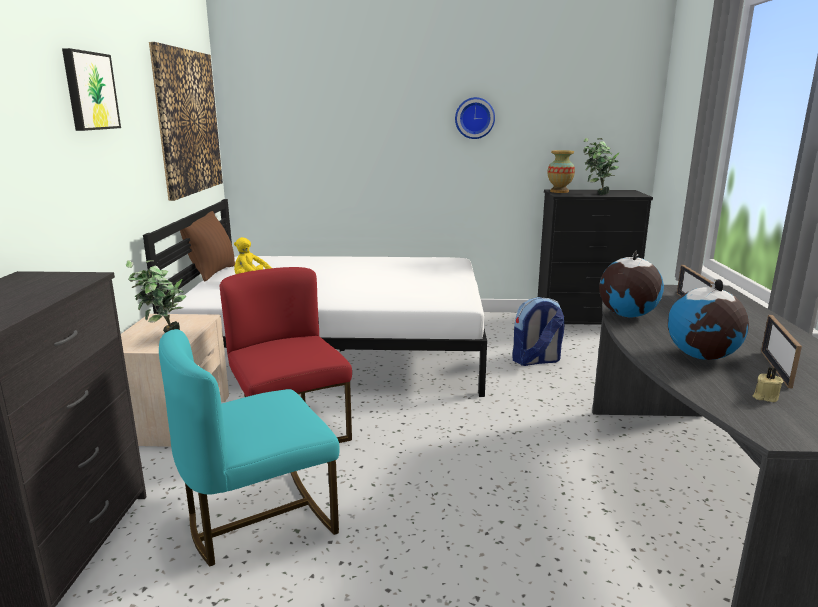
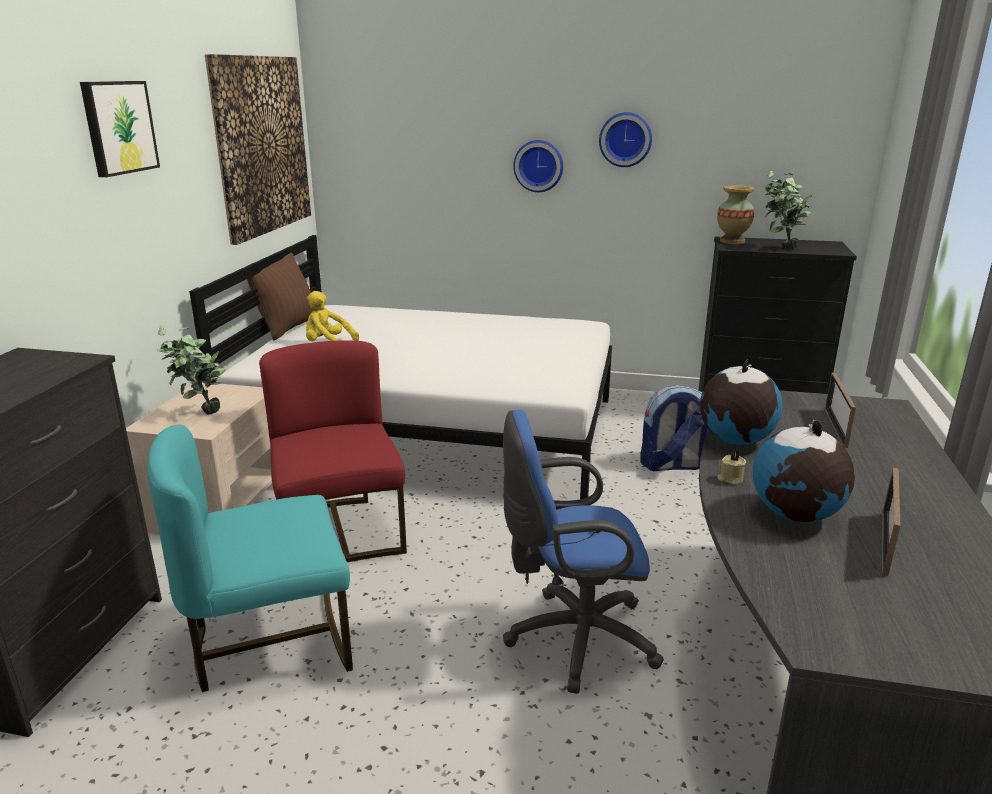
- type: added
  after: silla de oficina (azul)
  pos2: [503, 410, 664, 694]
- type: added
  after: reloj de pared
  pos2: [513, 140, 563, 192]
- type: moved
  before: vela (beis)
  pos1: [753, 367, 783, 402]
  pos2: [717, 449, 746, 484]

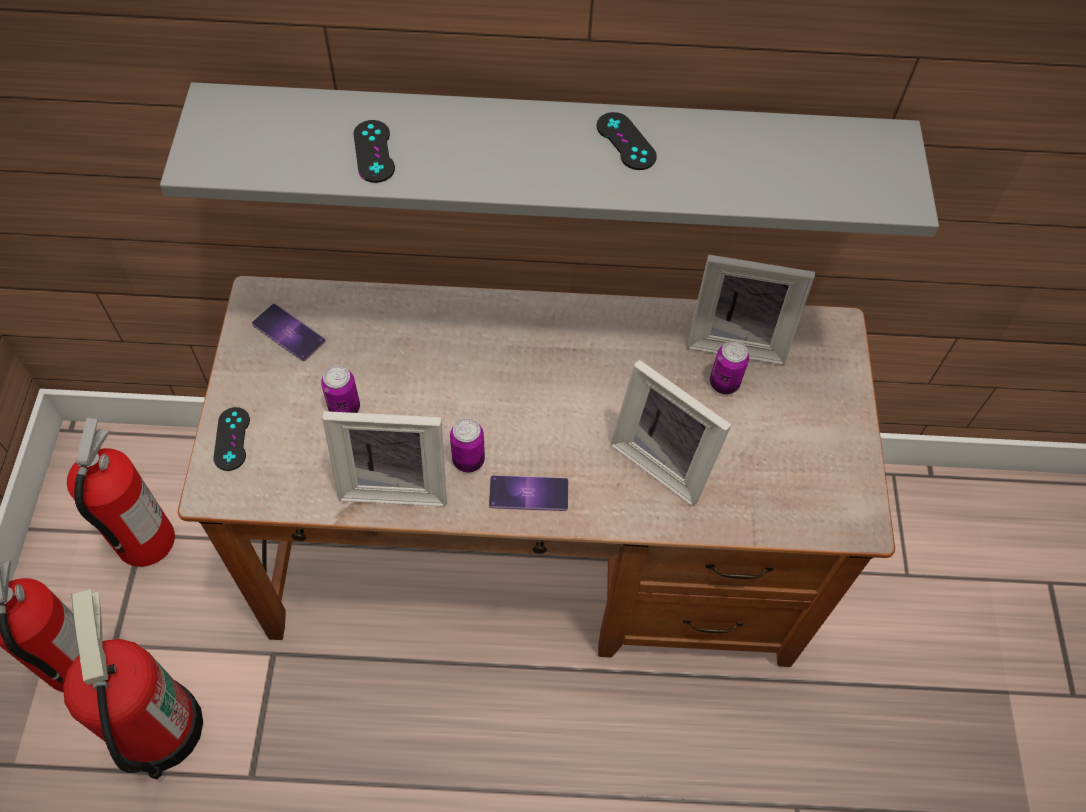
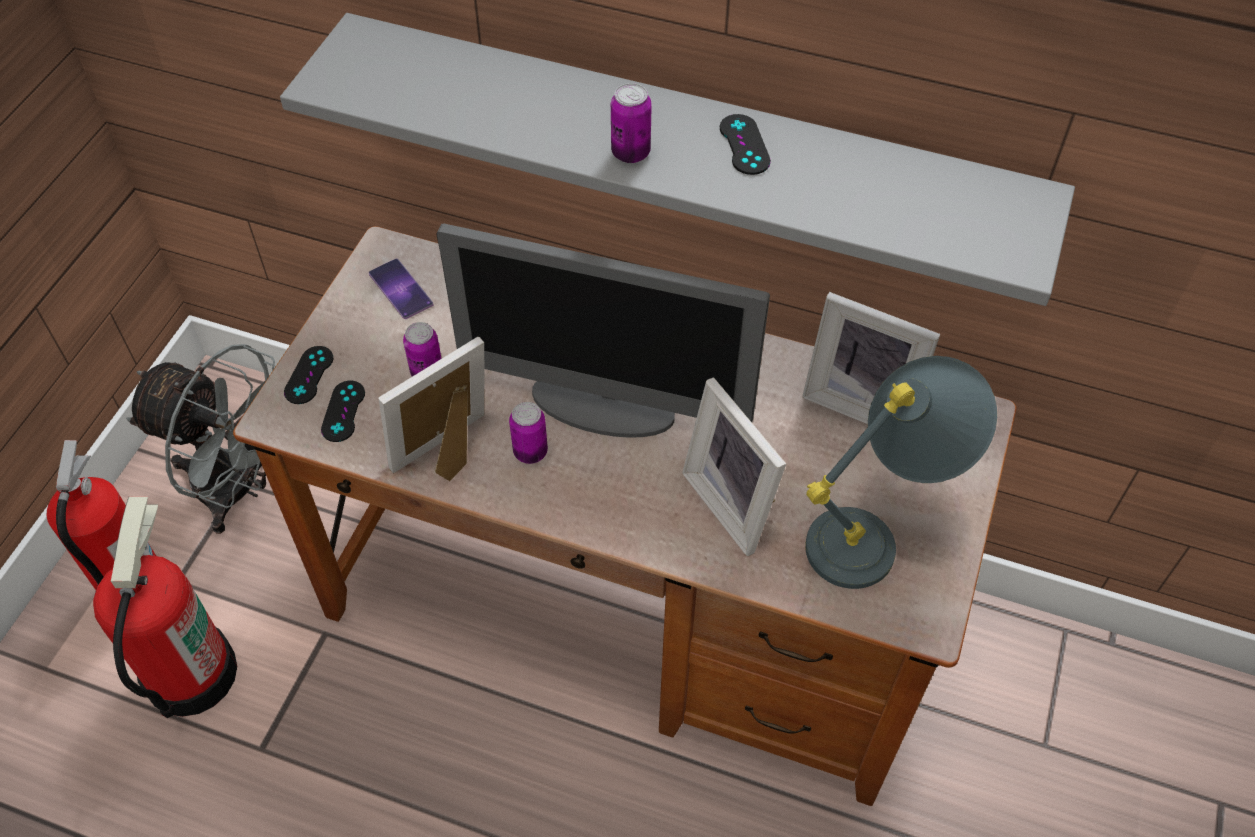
- type: replaced
  before: extintor
  after: ventilador (gris)
  pos1: [67, 418, 175, 567]
  pos2: [126, 344, 276, 534]
- type: moved
  before: mando de consola (negro)
  pos1: [353, 120, 395, 183]
  pos2: [321, 381, 365, 442]
- type: turned
  before: portarretratos
  pos1: [322, 411, 447, 507]
  pos2: [378, 337, 485, 481]
  turn: 120
- type: added
  after: monitor
  pos2: [437, 224, 770, 438]
- type: moved
  before: lata
  pos1: [710, 340, 749, 394]
  pos2: [611, 83, 652, 163]
- type: added
  after: lámpara de mesa (gris)
  pos2: [805, 356, 997, 589]
- type: removed
  before: móvil
  pos1: [489, 475, 568, 511]

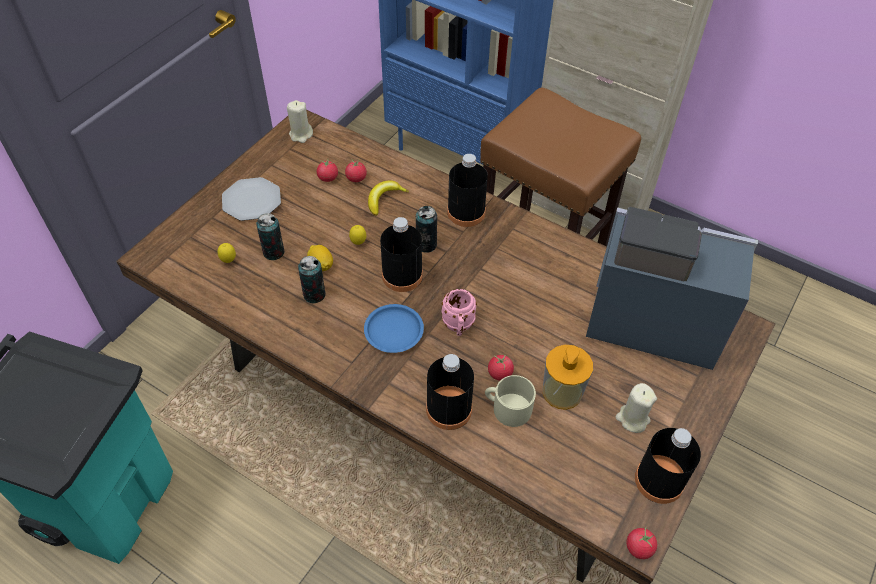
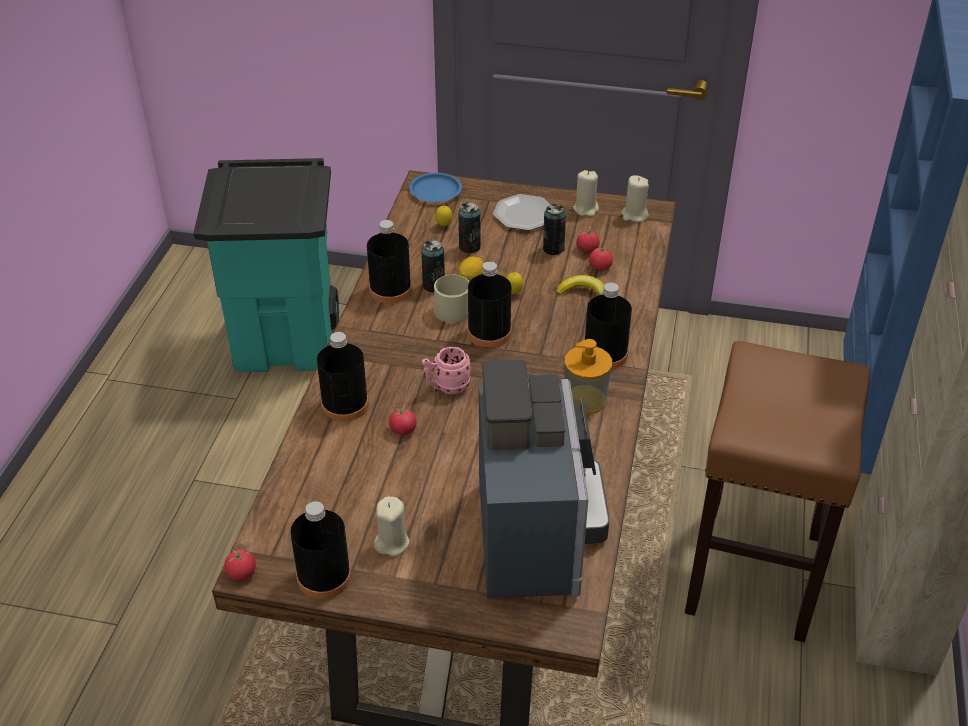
- type: added
  after: botella (negro)
  pos2: [367, 220, 412, 304]
- type: moved
  before: plato (azul)
  pos1: [364, 304, 424, 353]
  pos2: [409, 173, 462, 202]
- type: moved
  before: taza grande (beis)
  pos1: [485, 375, 536, 427]
  pos2: [434, 275, 469, 322]
- type: moved
  before: lata
  pos1: [416, 206, 437, 253]
  pos2: [543, 204, 566, 255]
- type: moved
  before: dispensador de jabón
  pos1: [543, 345, 593, 410]
  pos2: [564, 339, 612, 415]
- type: added
  after: vela (beis)
  pos2: [573, 170, 599, 217]

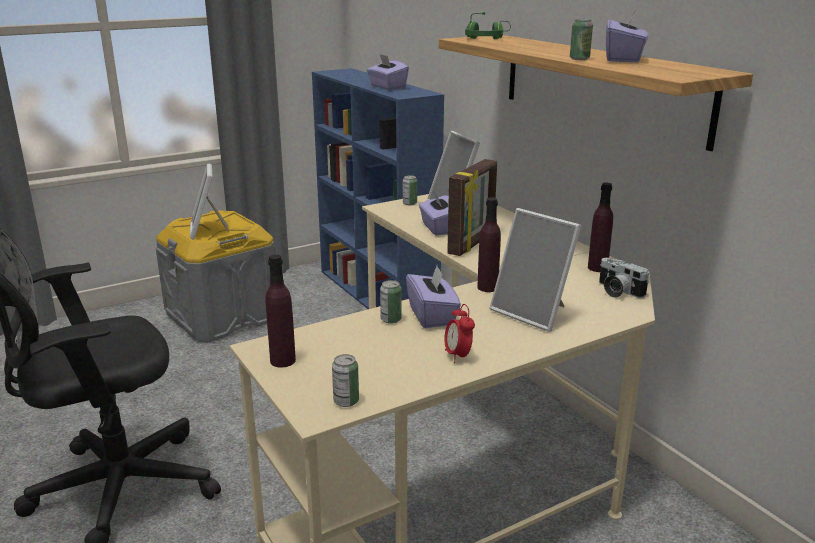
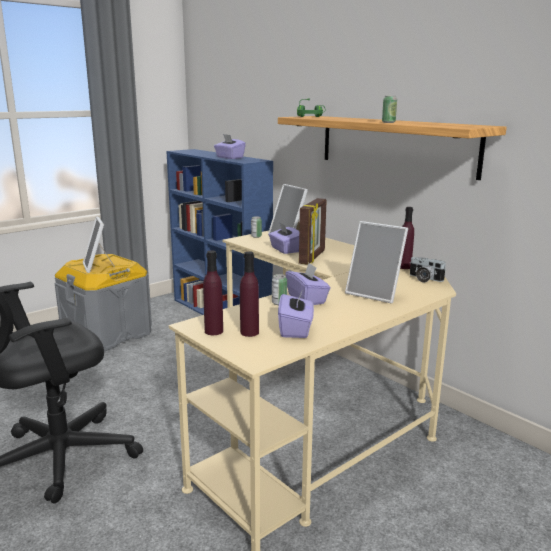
- type: moved
  before: botella (morado)
  pos1: [478, 197, 501, 292]
  pos2: [240, 251, 259, 337]
- type: moved
  before: caja de pañuelos (morado)
  pos1: [606, 8, 648, 62]
  pos2: [278, 289, 314, 338]
- type: removed
  before: lata
  pos1: [332, 354, 359, 407]
- type: removed
  before: despertador
  pos1: [444, 304, 475, 363]

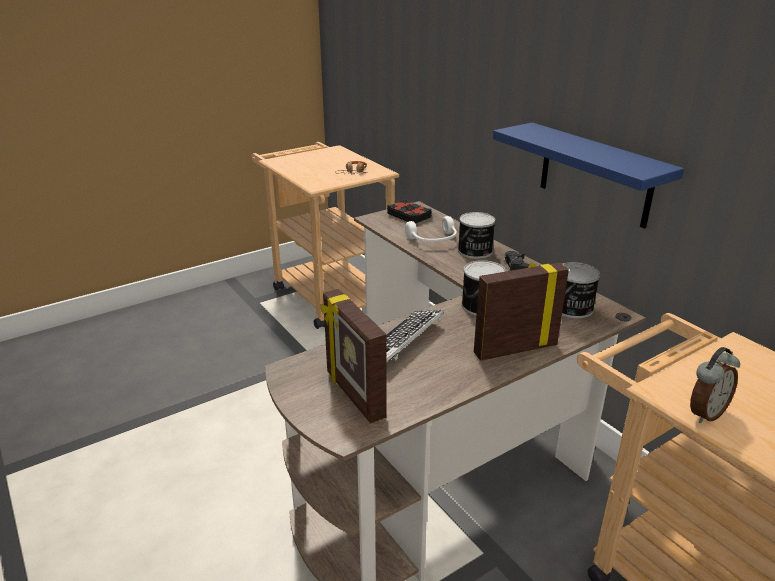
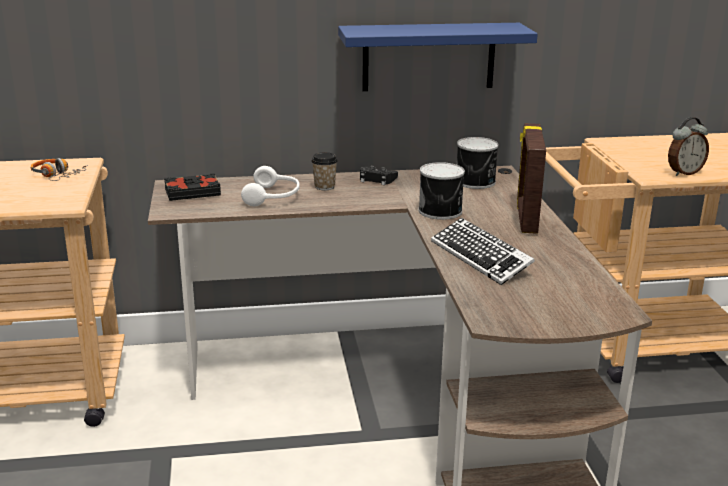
- type: replaced
  before: lata
  after: taza
  pos1: [458, 212, 495, 259]
  pos2: [311, 152, 338, 190]
- type: turned
  before: despertador
  pos1: [690, 347, 740, 423]
  pos2: [668, 117, 709, 176]
  turn: 75
- type: removed
  before: portarretratos
  pos1: [321, 289, 386, 423]

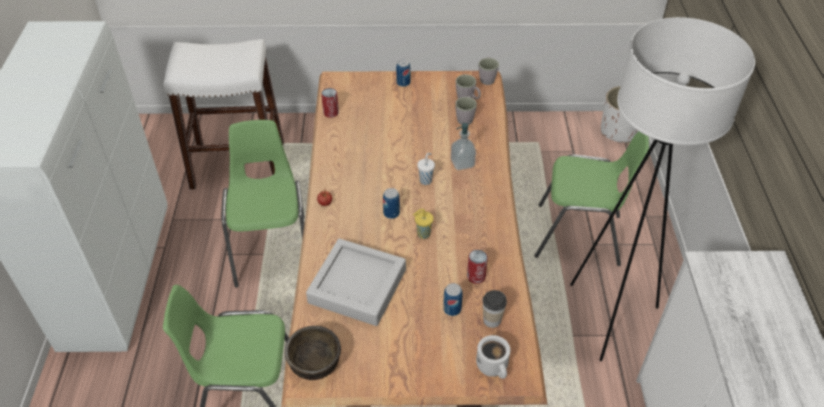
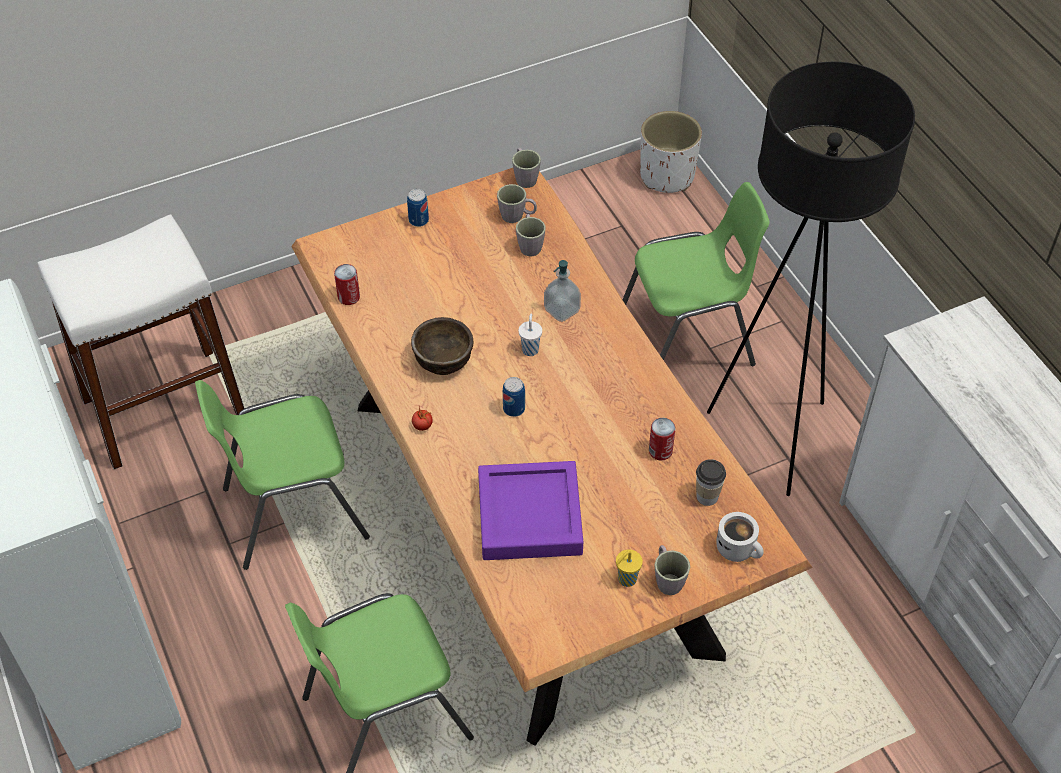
- type: turned
  before: silla (verde)
  pos1: [221, 120, 304, 288]
  pos2: [195, 380, 370, 570]
  turn: -75
- type: moved
  before: cuenco (marrón)
  pos1: [284, 326, 341, 380]
  pos2: [411, 317, 474, 375]
- type: recoloured
  before: bandeja (gris)
  after: bandeja (morado)
  pos1: [306, 239, 406, 326]
  pos2: [478, 461, 583, 560]
- type: moved
  before: taza (amarillo)
  pos1: [413, 209, 433, 239]
  pos2: [616, 550, 643, 587]
- type: added
  after: taza grande (gris)
  pos2: [655, 545, 690, 595]
- type: recoloured
  before: lámpara de pie (blanco)
  after: lámpara de pie (negro)
  pos1: [570, 17, 755, 361]
  pos2: [707, 62, 915, 496]
- type: removed
  before: lata
  pos1: [443, 283, 463, 316]

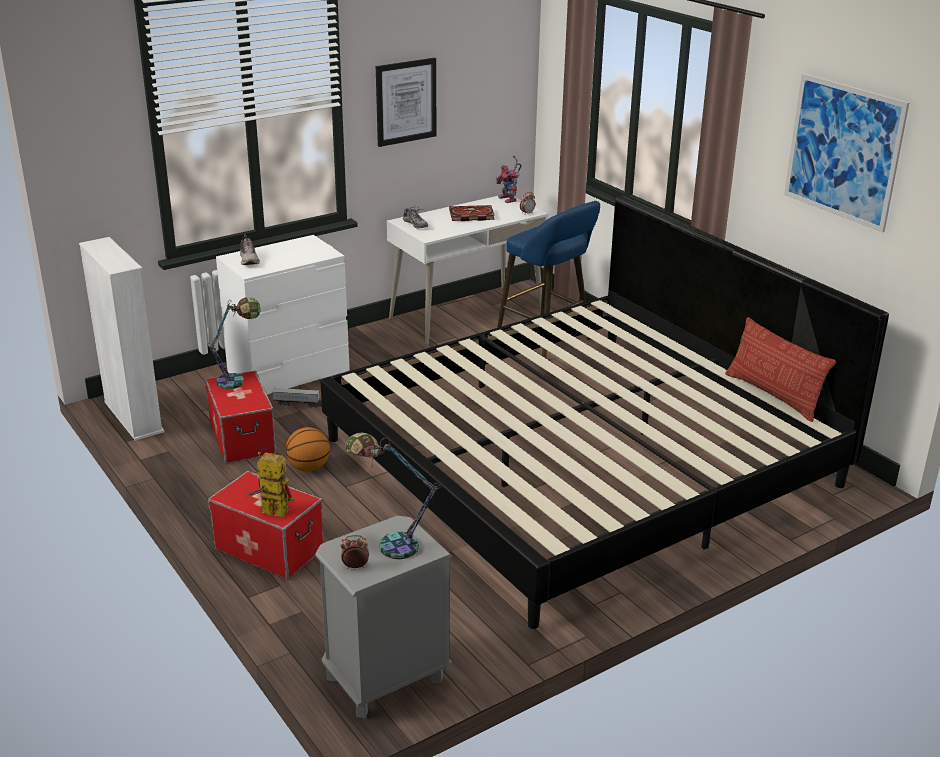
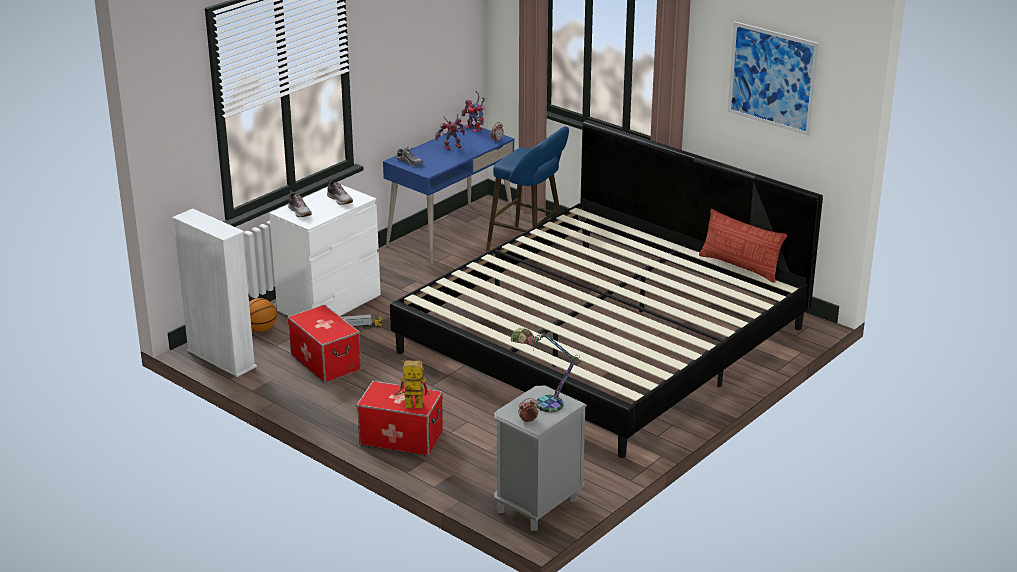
- type: moved
  before: balón de baloncesto
  pos1: [286, 427, 330, 471]
  pos2: [249, 298, 277, 332]
- type: added
  after: zapato
  pos2: [327, 179, 353, 205]
- type: recoloured
  before: escritorio (blanco)
  after: escritorio (azul)
  pos1: [387, 196, 548, 345]
  pos2: [383, 124, 514, 265]
- type: replaced
  before: libro
  after: robot de juguete
  pos1: [449, 205, 495, 221]
  pos2: [435, 113, 465, 150]
- type: removed
  before: lámpara de mesa
  pos1: [207, 297, 260, 389]
- type: removed
  before: cuadro
  pos1: [376, 58, 436, 147]

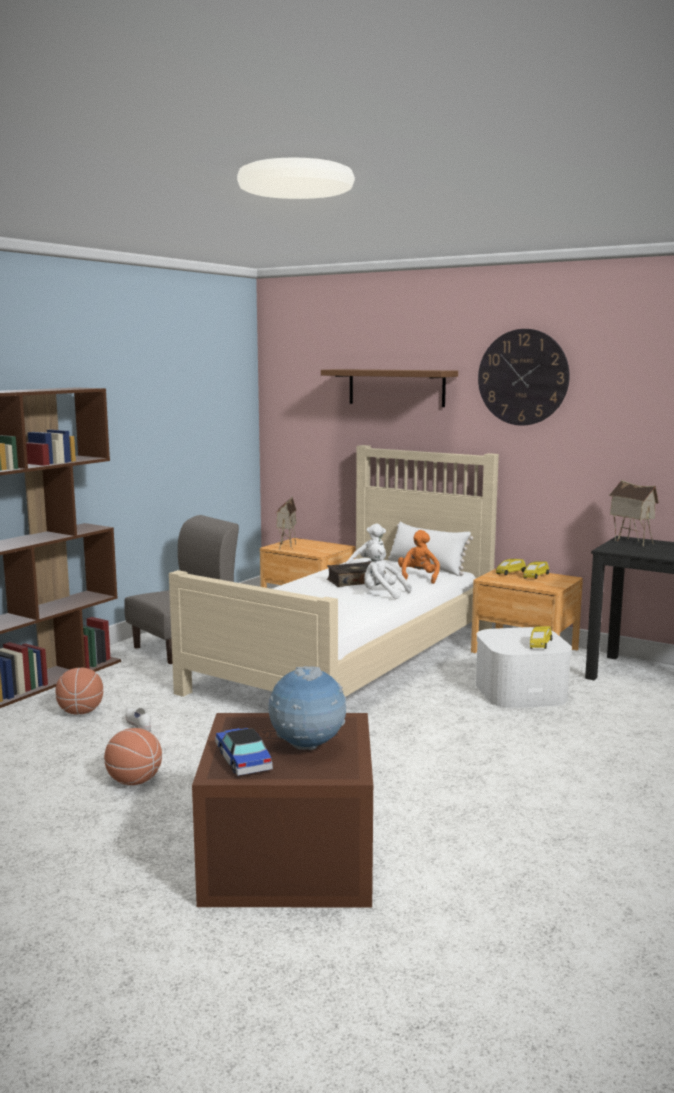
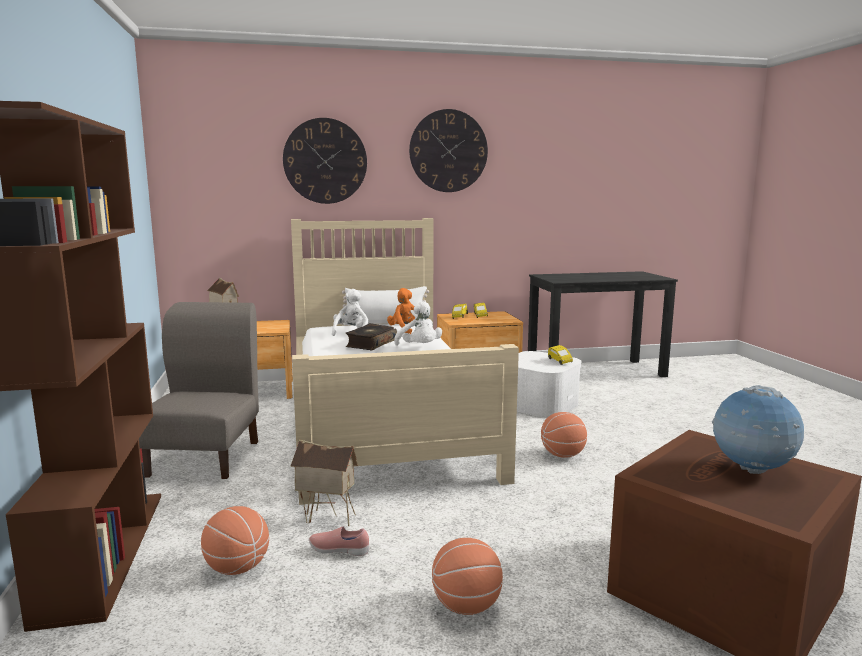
- type: replaced
  before: estante (marrón)
  after: reloj de pared
  pos1: [321, 369, 458, 407]
  pos2: [283, 118, 367, 204]
- type: moved
  before: casita
  pos1: [609, 480, 659, 546]
  pos2: [290, 439, 358, 526]
- type: recoloured
  before: zapato (blanco)
  after: zapato (rosa)
  pos1: [125, 708, 151, 732]
  pos2: [309, 527, 369, 556]
- type: turned
  before: peluche (blanco)
  pos1: [364, 543, 412, 599]
  pos2: [394, 301, 442, 346]
  turn: -105
- type: added
  after: balón de baloncesto
  pos2: [541, 412, 587, 458]
- type: removed
  before: coche de juguete
  pos1: [215, 728, 273, 776]

